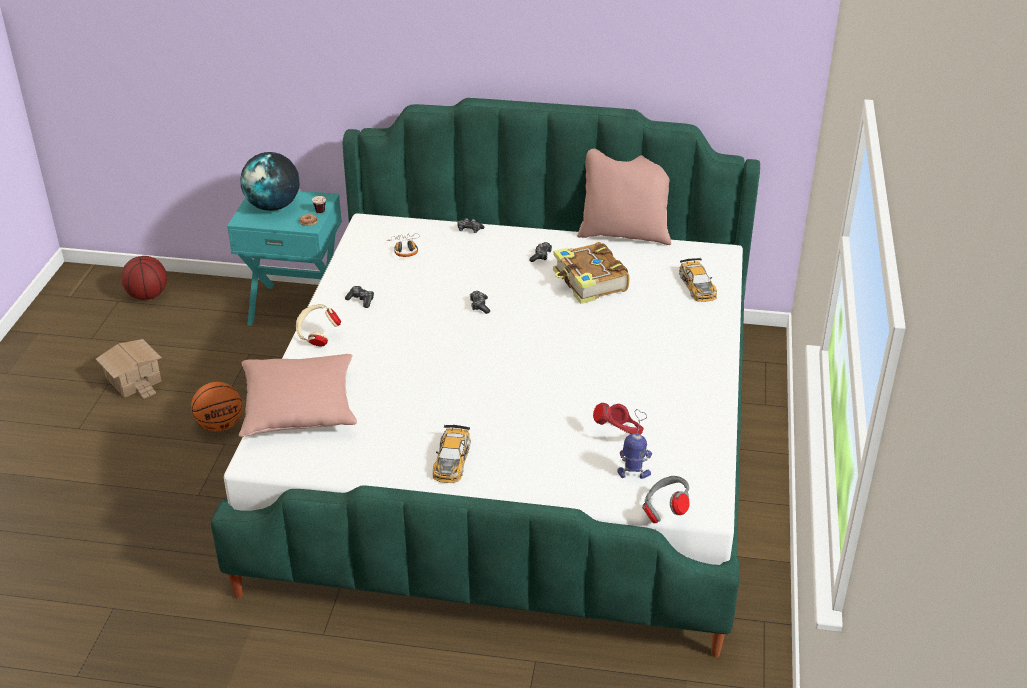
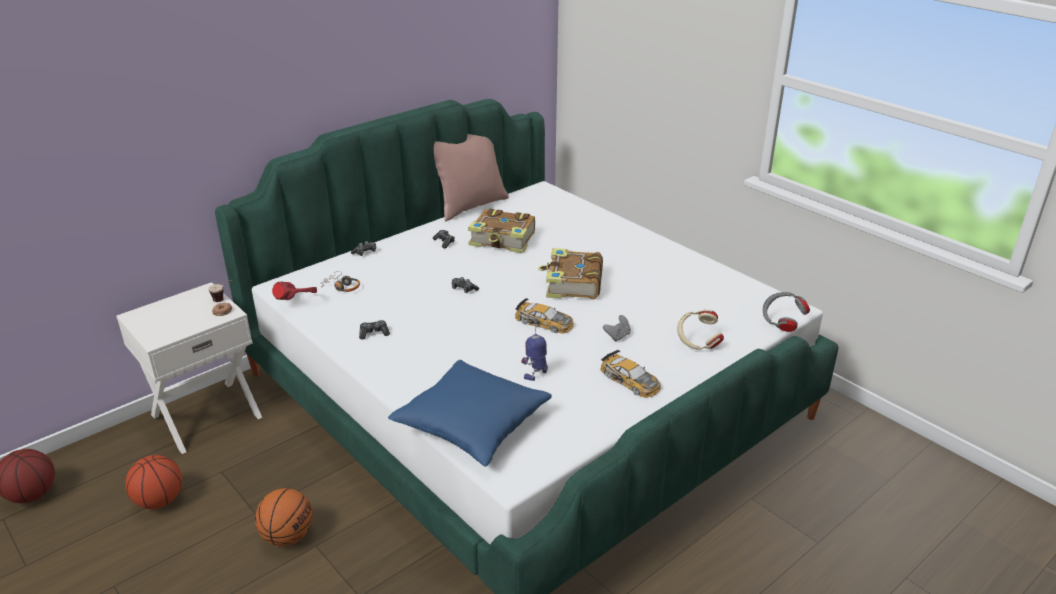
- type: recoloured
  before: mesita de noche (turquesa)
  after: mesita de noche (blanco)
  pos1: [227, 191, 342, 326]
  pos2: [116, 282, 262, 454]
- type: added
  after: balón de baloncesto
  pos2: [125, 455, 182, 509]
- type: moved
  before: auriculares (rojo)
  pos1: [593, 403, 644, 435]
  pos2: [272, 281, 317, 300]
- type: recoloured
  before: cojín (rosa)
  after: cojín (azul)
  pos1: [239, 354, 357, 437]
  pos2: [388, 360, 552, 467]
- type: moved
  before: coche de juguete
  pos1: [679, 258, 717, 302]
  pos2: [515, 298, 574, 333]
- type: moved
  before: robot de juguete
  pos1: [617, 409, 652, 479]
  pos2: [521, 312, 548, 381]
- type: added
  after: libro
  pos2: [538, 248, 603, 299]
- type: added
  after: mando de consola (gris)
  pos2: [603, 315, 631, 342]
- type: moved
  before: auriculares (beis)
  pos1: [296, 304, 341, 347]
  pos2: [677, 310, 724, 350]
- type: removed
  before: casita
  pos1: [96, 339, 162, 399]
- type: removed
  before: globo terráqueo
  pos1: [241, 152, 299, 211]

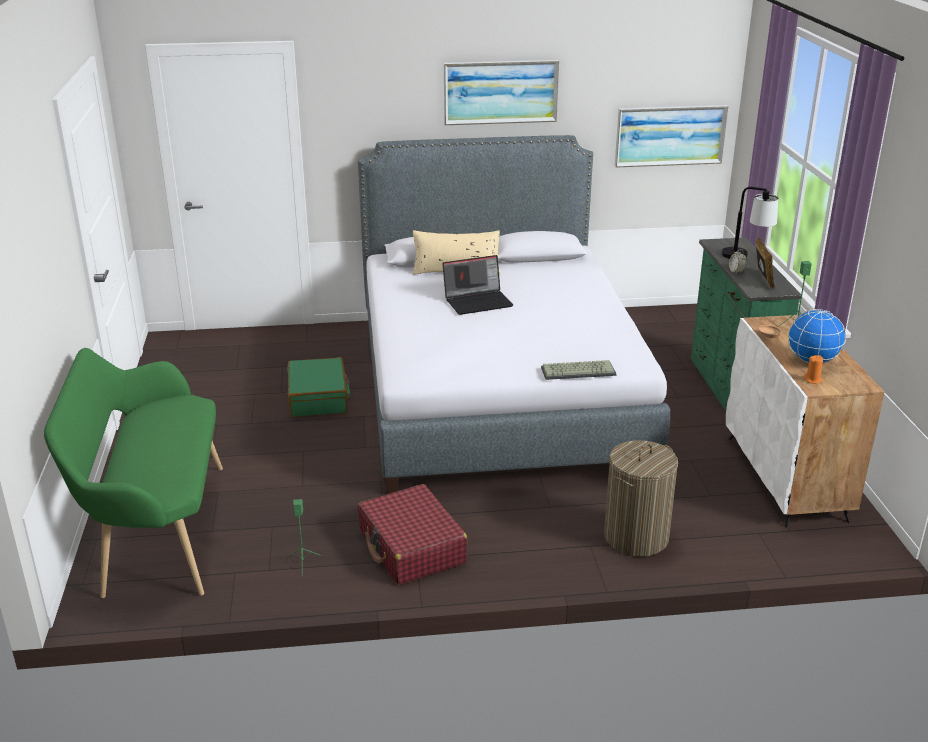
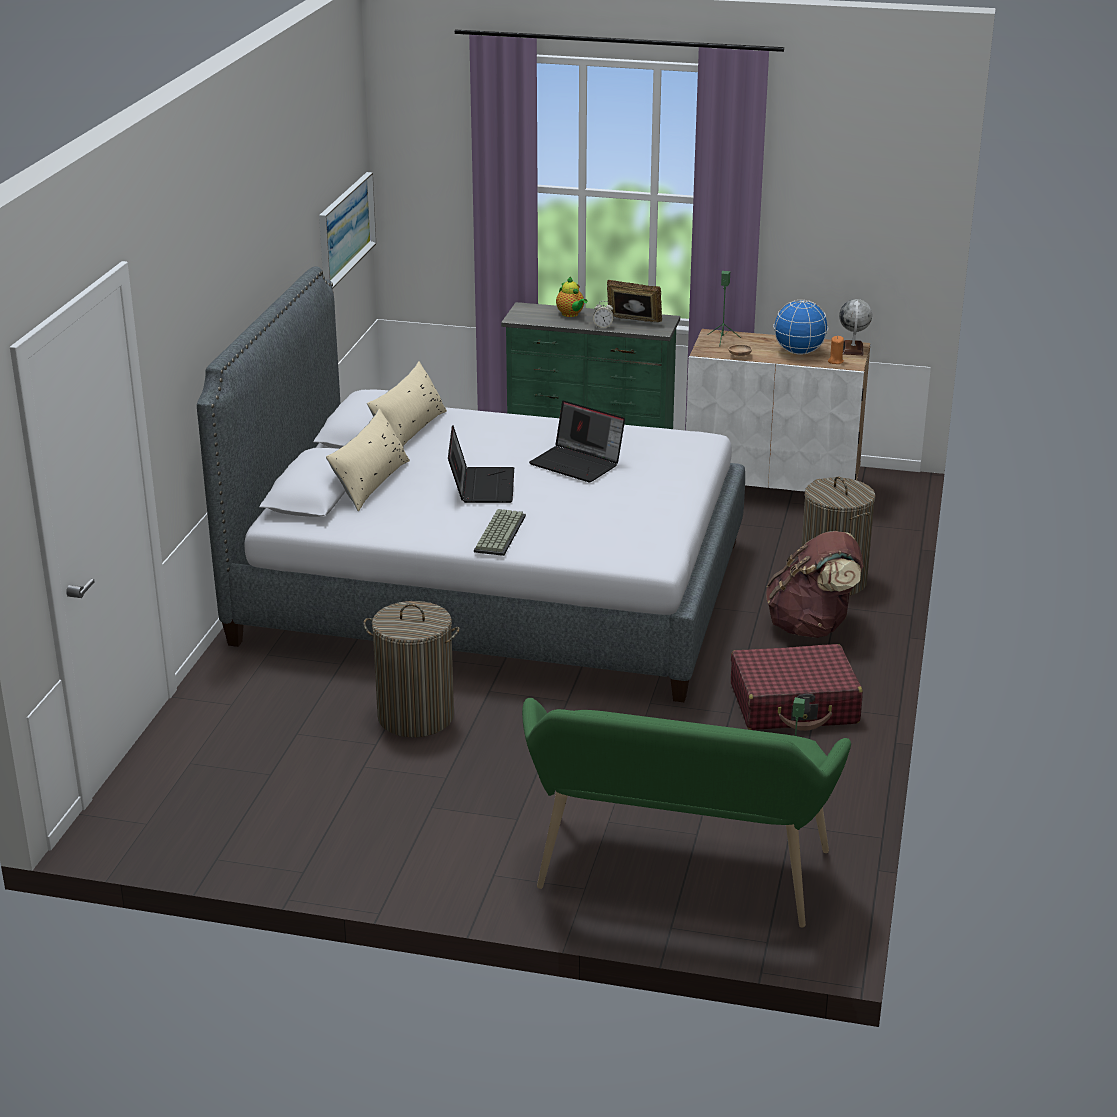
- type: replaced
  before: maleta (verde)
  after: cesto de la ropa
  pos1: [287, 357, 350, 417]
  pos2: [363, 601, 460, 737]
- type: added
  after: cojín (beis)
  pos2: [367, 361, 447, 446]
- type: moved
  before: teclado
  pos1: [541, 360, 617, 380]
  pos2: [474, 509, 526, 556]
- type: added
  after: portátil
  pos2: [529, 400, 625, 482]
- type: replaced
  before: lámpara de mesa
  after: tetera
  pos1: [722, 187, 779, 259]
  pos2: [556, 276, 587, 317]
- type: added
  after: mochila (marrón)
  pos2: [766, 531, 864, 638]
- type: added
  after: globo terráqueo
  pos2: [839, 299, 872, 355]
- type: removed
  before: cuadro
  pos1: [444, 60, 559, 125]

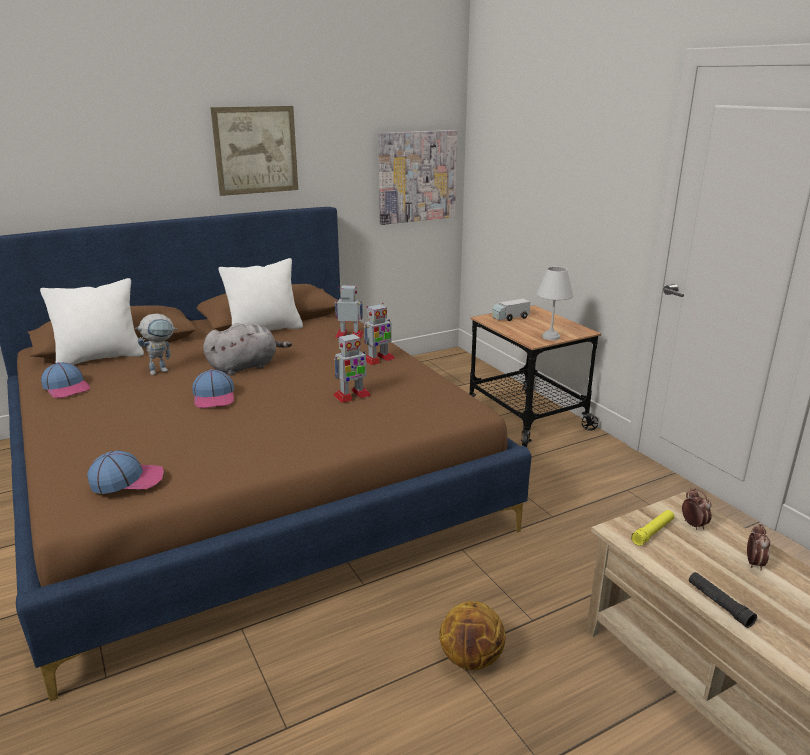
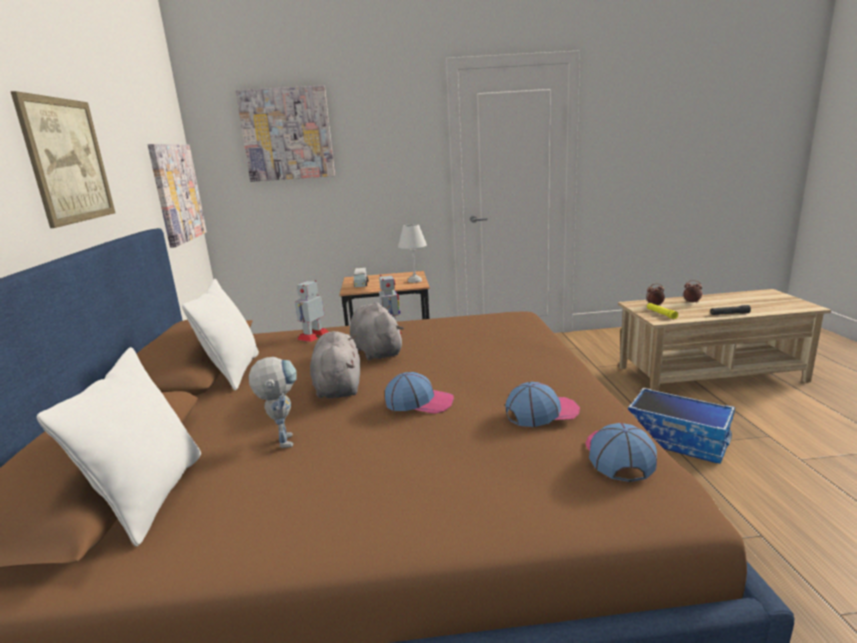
- type: added
  after: cuadro
  pos2: [236, 85, 335, 182]
- type: added
  after: peluche (gris)
  pos2: [350, 302, 404, 360]
- type: moved
  before: gorra
  pos1: [41, 362, 90, 398]
  pos2: [505, 382, 580, 427]
- type: replaced
  before: balón de baloncesto
  after: caja de almacenaje
  pos1: [439, 601, 506, 670]
  pos2: [628, 388, 735, 463]
- type: removed
  before: robot de juguete
  pos1: [333, 332, 371, 403]

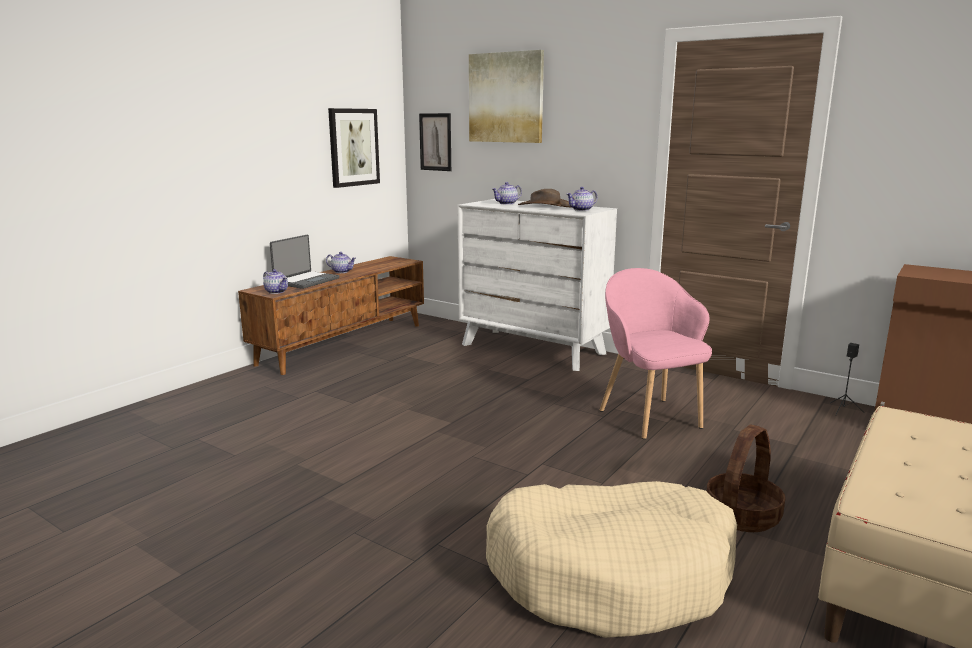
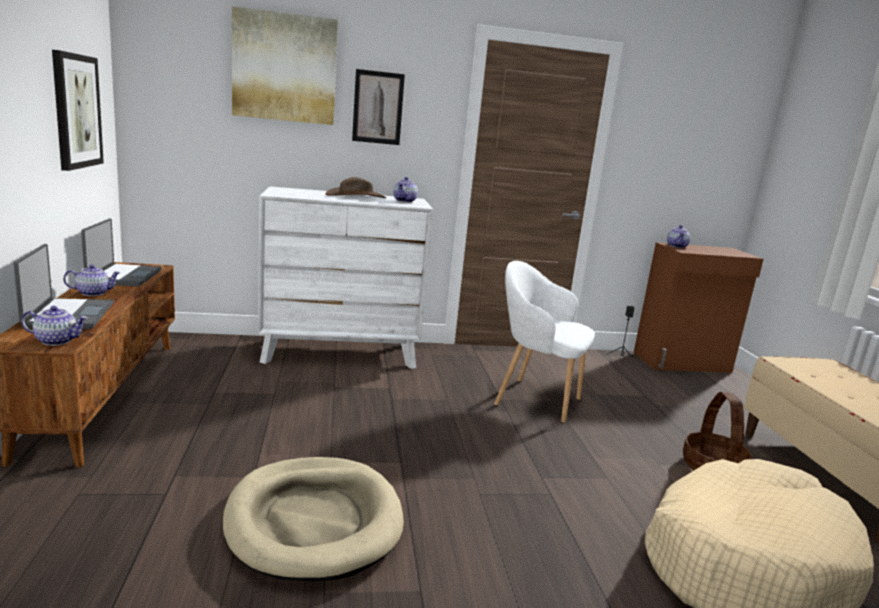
- type: added
  after: portátil
  pos2: [81, 219, 161, 287]
- type: added
  after: cama para perro (beis)
  pos2: [223, 457, 404, 581]
- type: moved
  before: cuadro
  pos1: [419, 113, 451, 171]
  pos2: [352, 69, 405, 145]
- type: recoloured
  before: sillón (rosa)
  after: sillón (blanco)
  pos1: [599, 268, 712, 439]
  pos2: [494, 261, 595, 423]
- type: moved
  before: tetera
  pos1: [492, 182, 522, 205]
  pos2: [667, 225, 690, 248]

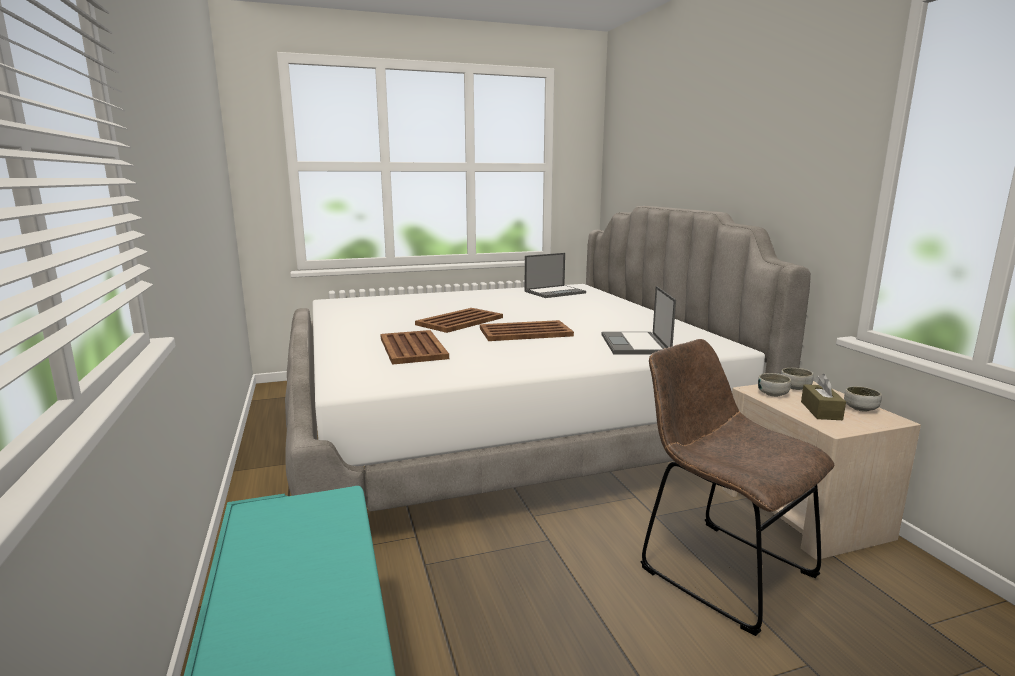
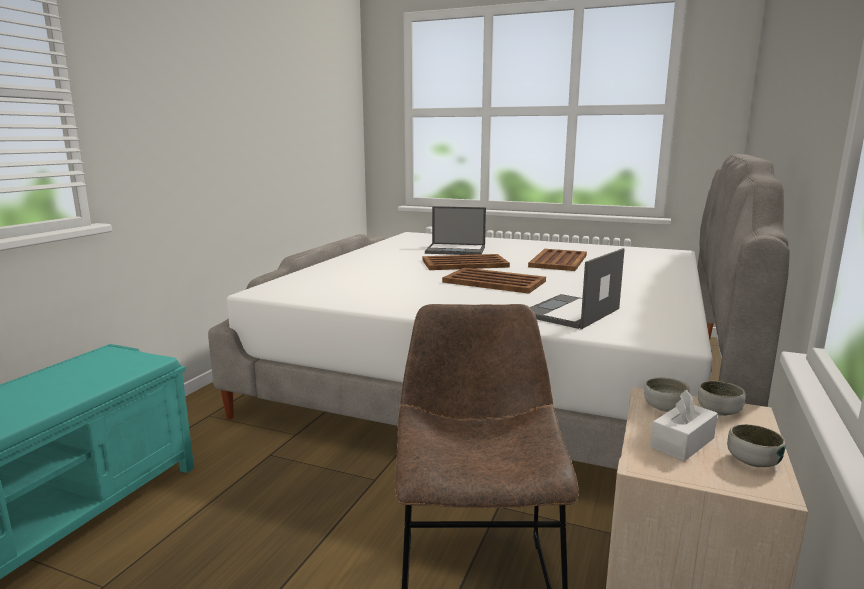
- type: moved
  before: portátil
  pos1: [525, 253, 586, 298]
  pos2: [425, 206, 486, 255]
- type: moved
  before: bandeja (marrón)
  pos1: [380, 330, 449, 365]
  pos2: [528, 249, 587, 271]
- type: recoloured
  before: caja de pañuelos (marrón)
  after: caja de pañuelos (blanco)
  pos1: [801, 374, 846, 420]
  pos2: [650, 390, 718, 461]

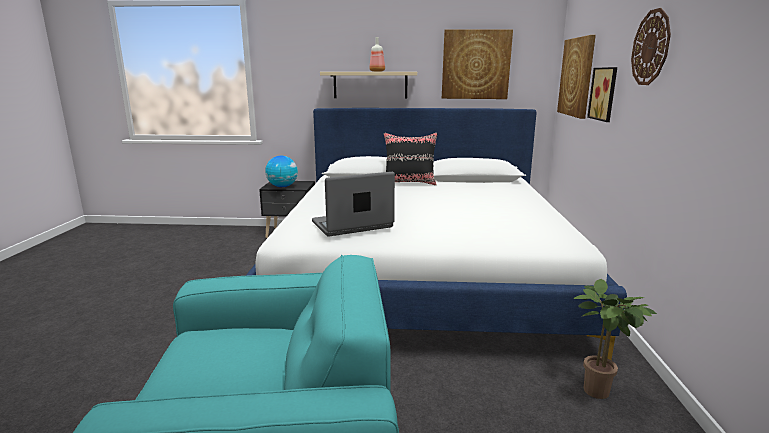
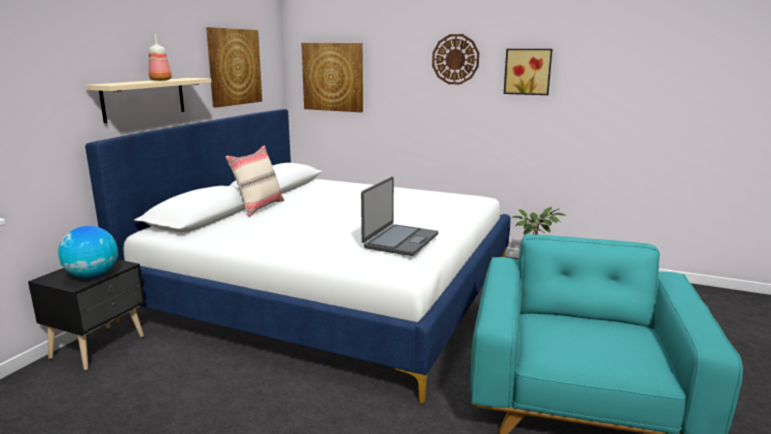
- type: recoloured
  before: cojín (negro)
  after: cojín (beis)
  pos1: [384, 133, 438, 185]
  pos2: [226, 145, 285, 217]
- type: turned
  before: portátil
  pos1: [312, 172, 395, 237]
  pos2: [361, 177, 438, 256]
  turn: -150
- type: moved
  before: cuadro
  pos1: [587, 67, 617, 122]
  pos2: [504, 49, 552, 95]

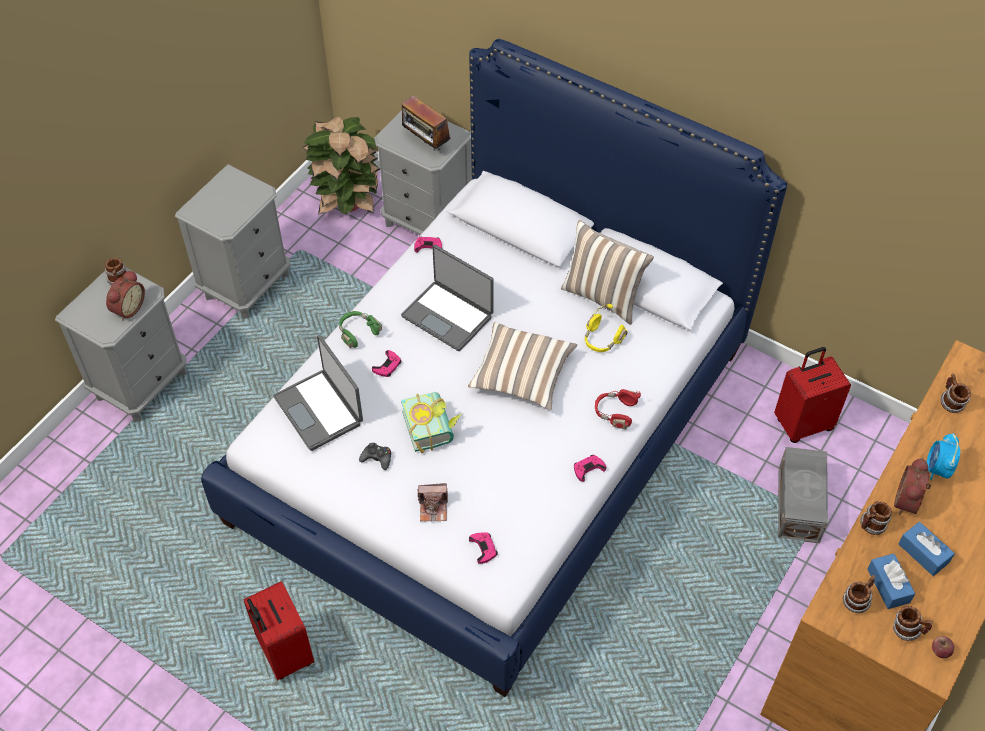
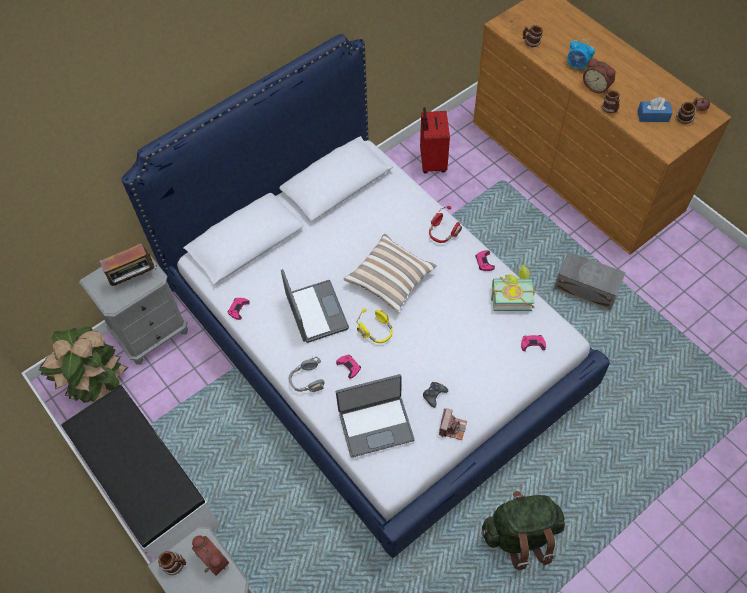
- type: replaced
  before: mesita de noche (gris)
  after: banco (blanco)
  pos1: [175, 164, 290, 319]
  pos2: [62, 385, 220, 560]
- type: turned
  before: portátil
  pos1: [401, 245, 493, 351]
  pos2: [281, 269, 349, 343]
  turn: -75
- type: recoloured
  before: auriculares (verde)
  after: auriculares (gris)
  pos1: [339, 311, 382, 348]
  pos2: [289, 357, 324, 392]
- type: moved
  before: auriculares (amarillo)
  pos1: [585, 304, 627, 352]
  pos2: [356, 308, 393, 343]
- type: moved
  before: cámara
  pos1: [417, 483, 448, 521]
  pos2: [439, 408, 467, 440]
- type: replaced
  before: maleta (rojo)
  after: mochila (verde)
  pos1: [243, 581, 314, 680]
  pos2: [481, 491, 565, 570]
- type: moved
  before: libro
  pos1: [401, 392, 463, 453]
  pos2: [491, 264, 535, 311]
- type: moved
  before: caja de almacenaje (gris)
  pos1: [778, 447, 828, 543]
  pos2: [554, 251, 626, 310]
- type: removed
  before: cojín
  pos1: [561, 220, 654, 325]
- type: removed
  before: taza grande
  pos1: [842, 575, 876, 613]
- type: removed
  before: caja de pañuelos (azul)
  pos1: [899, 522, 955, 576]

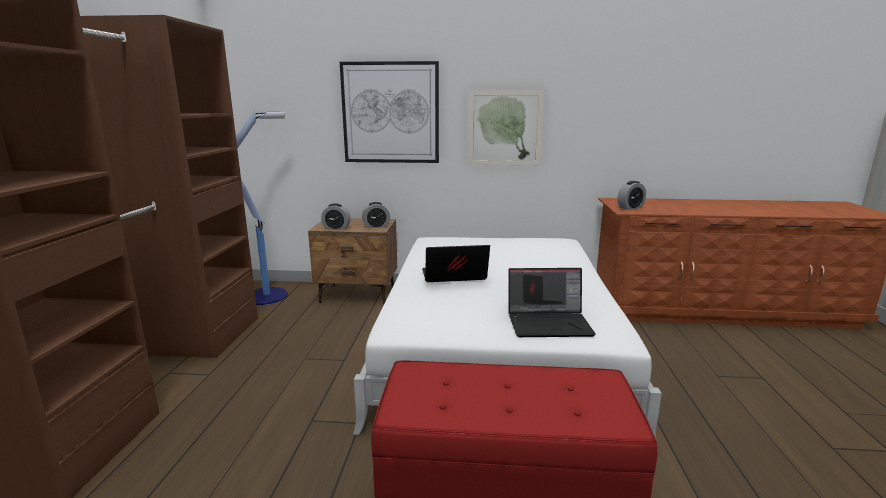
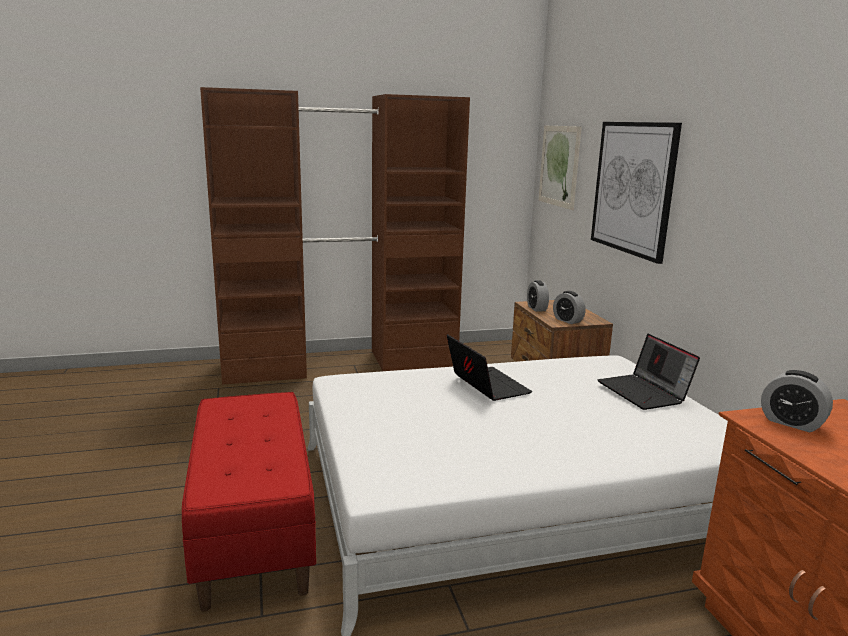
- type: moved
  before: cuadro
  pos1: [468, 90, 545, 166]
  pos2: [539, 126, 582, 210]
- type: moved
  before: portátil
  pos1: [509, 268, 596, 337]
  pos2: [598, 334, 700, 410]
- type: removed
  before: lámpara de pie
  pos1: [236, 111, 288, 305]

